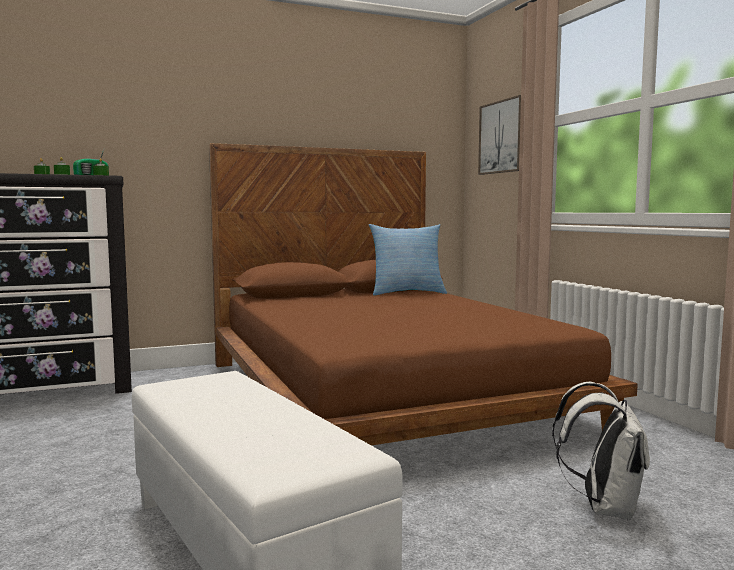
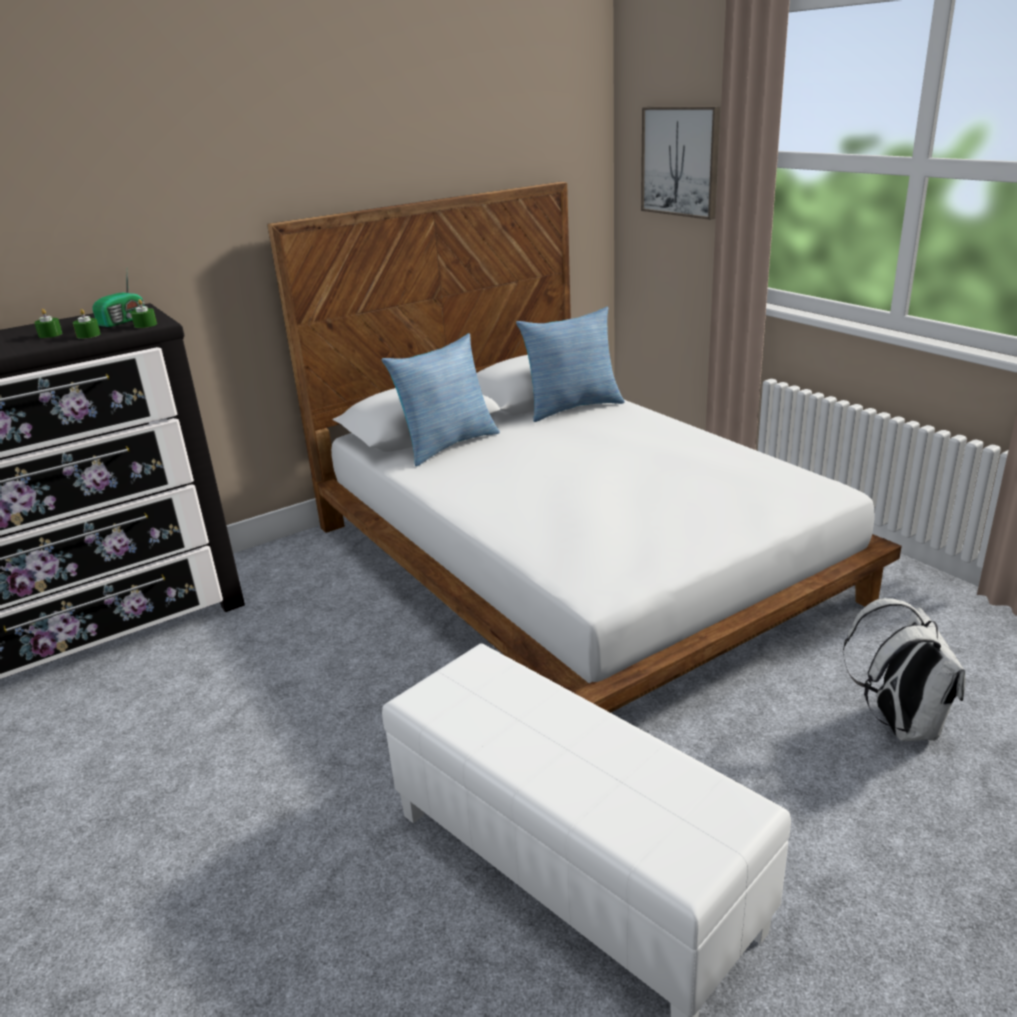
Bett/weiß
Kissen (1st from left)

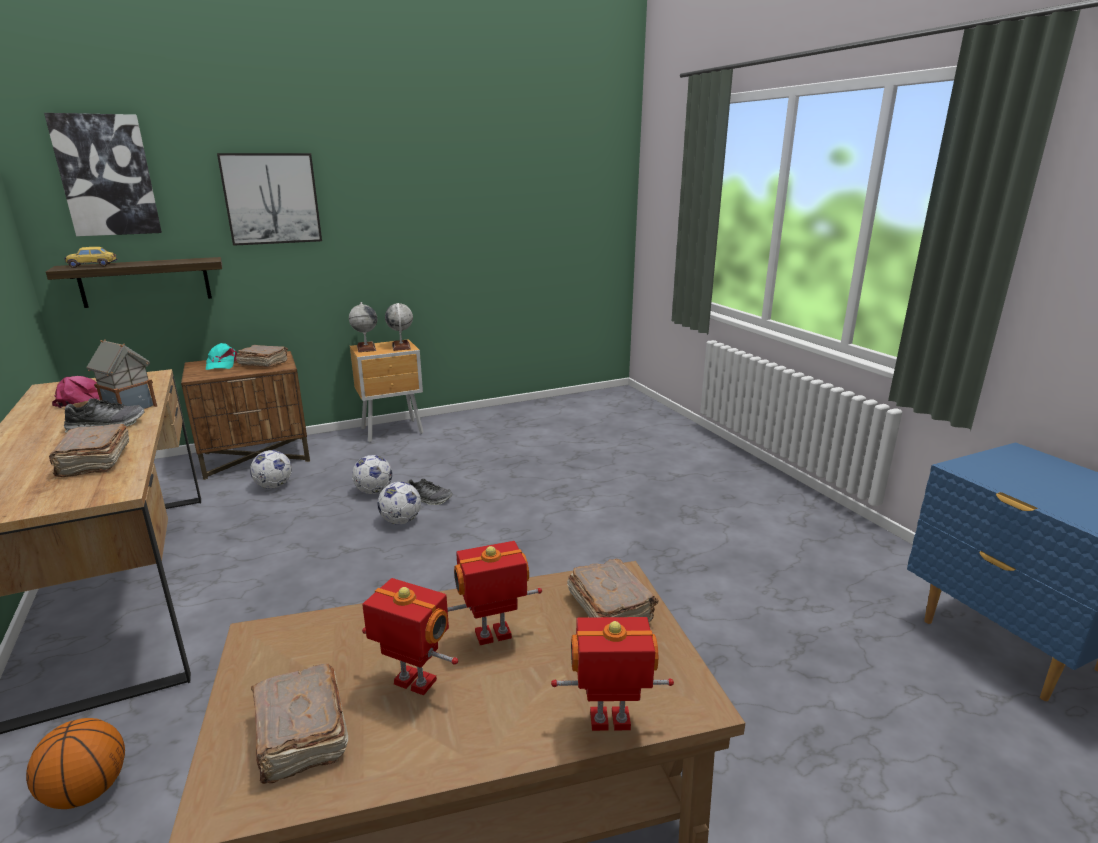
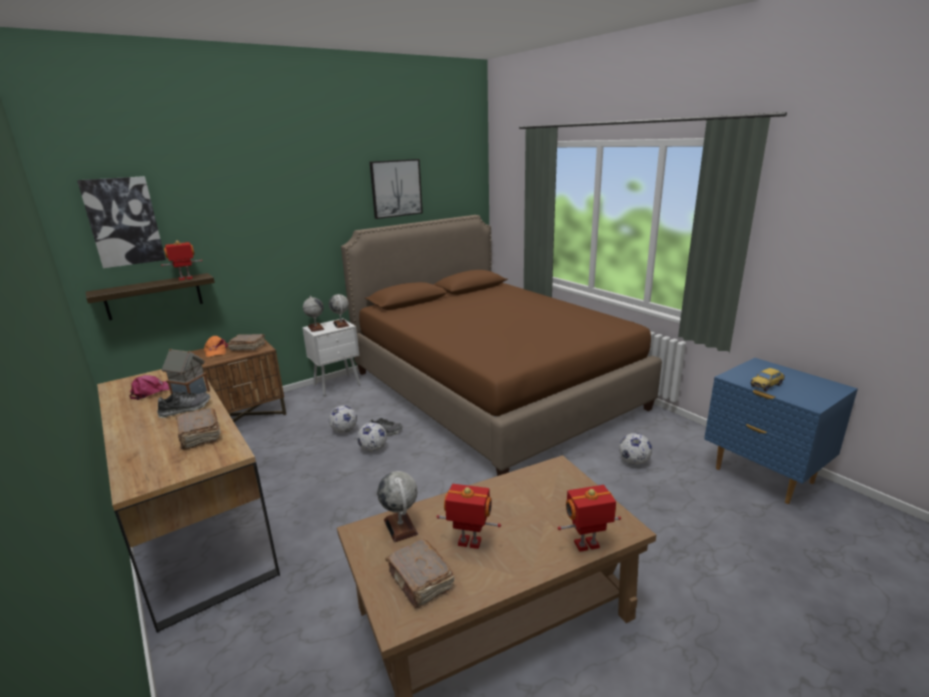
Spielzeugroboter (1st from left)
Kappe/orange
Nachttisch/weiß
Bett/braun
Bild (2nd from left)
Globus (3rd from left)
Fußball (3rd from left)
Spielzeugauto
Basketball
Buch/braun (4th from left in the first image)

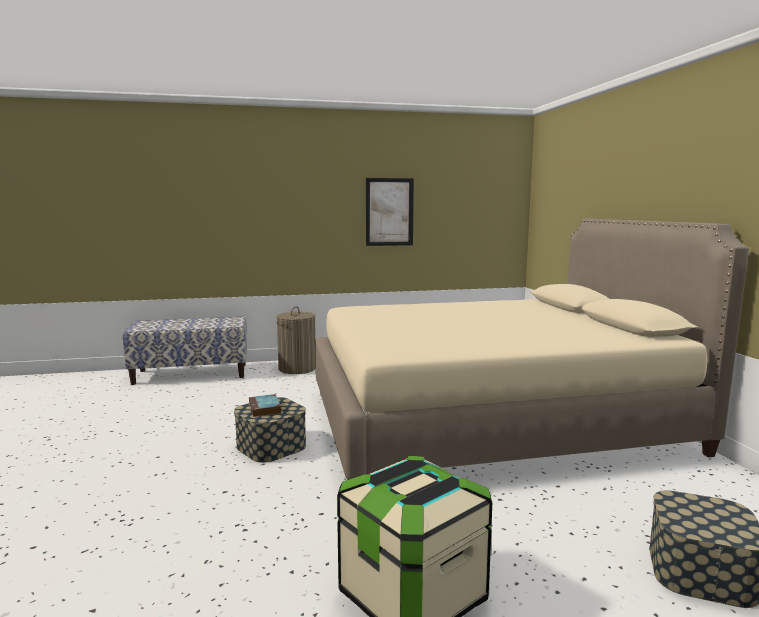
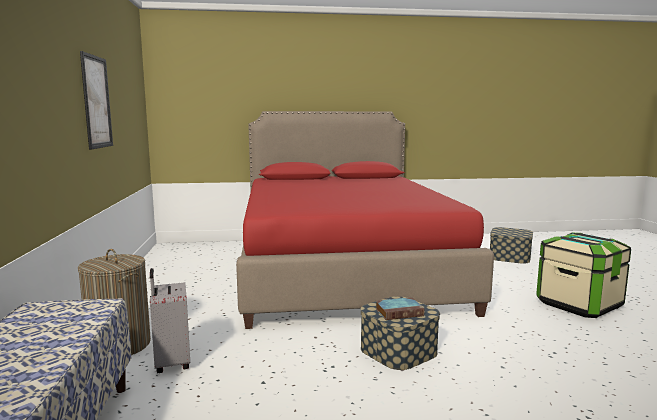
Koffer/grau
Bett/rot

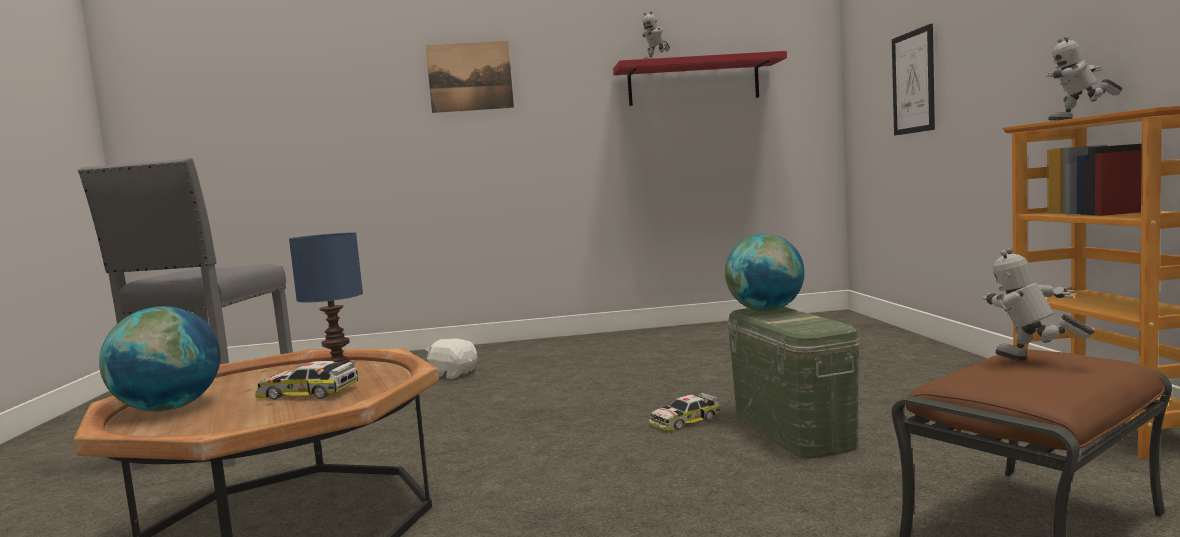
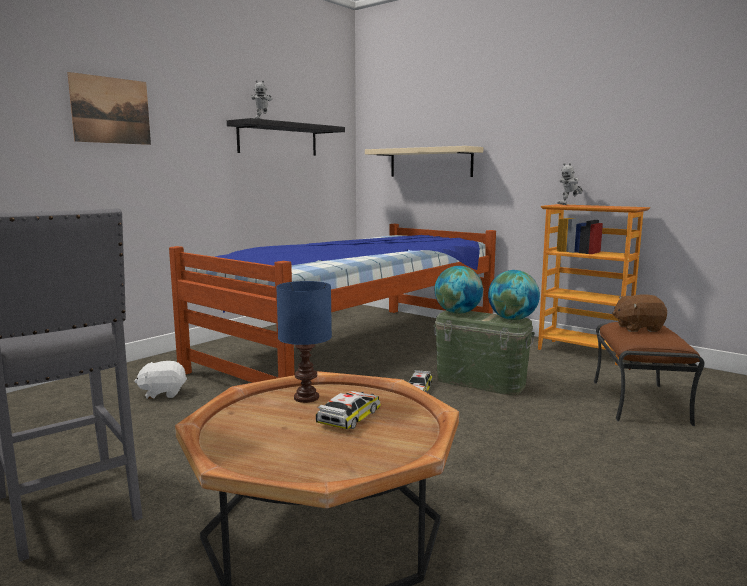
Bett
Wandregal/schwarz
Spielzeugauto (1st from left)
Wandregal/beige
Globus (2nd from left)
Plüschtier/braun

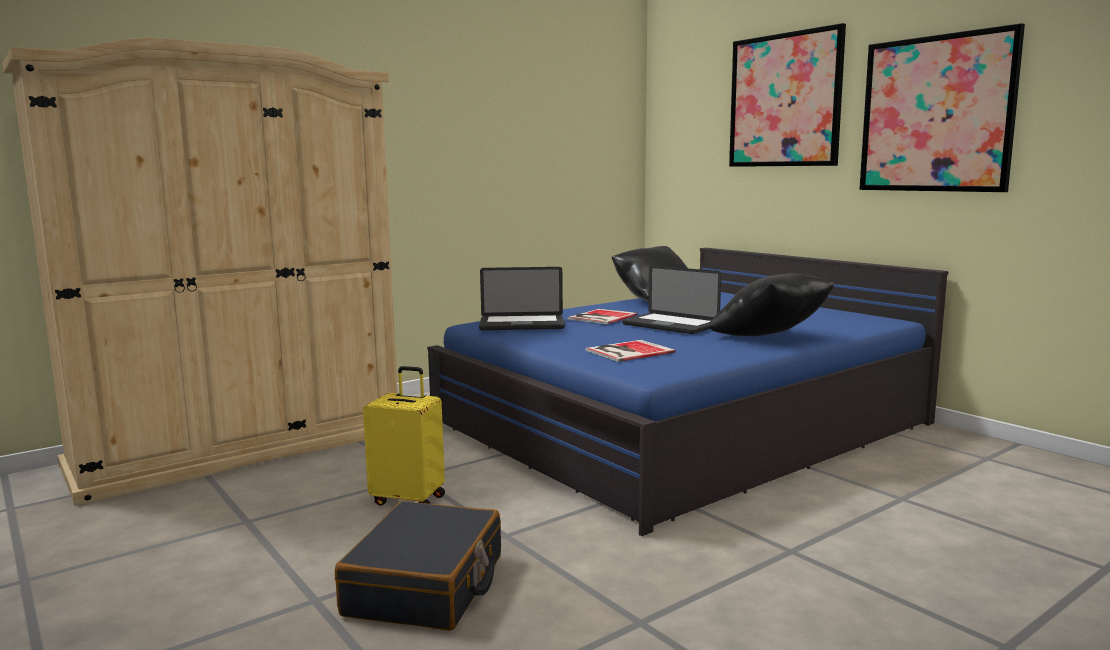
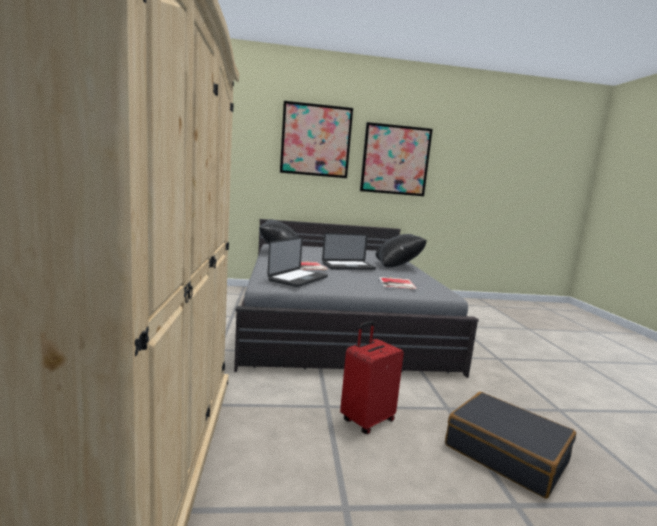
Bett/grau
Koffer/rot

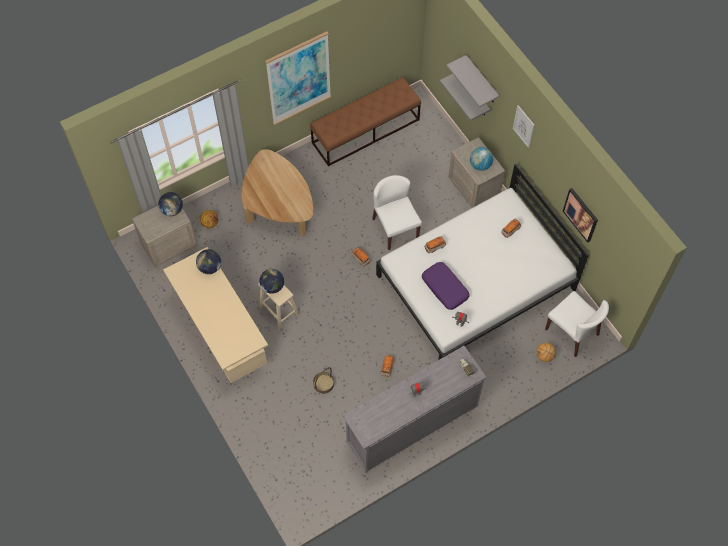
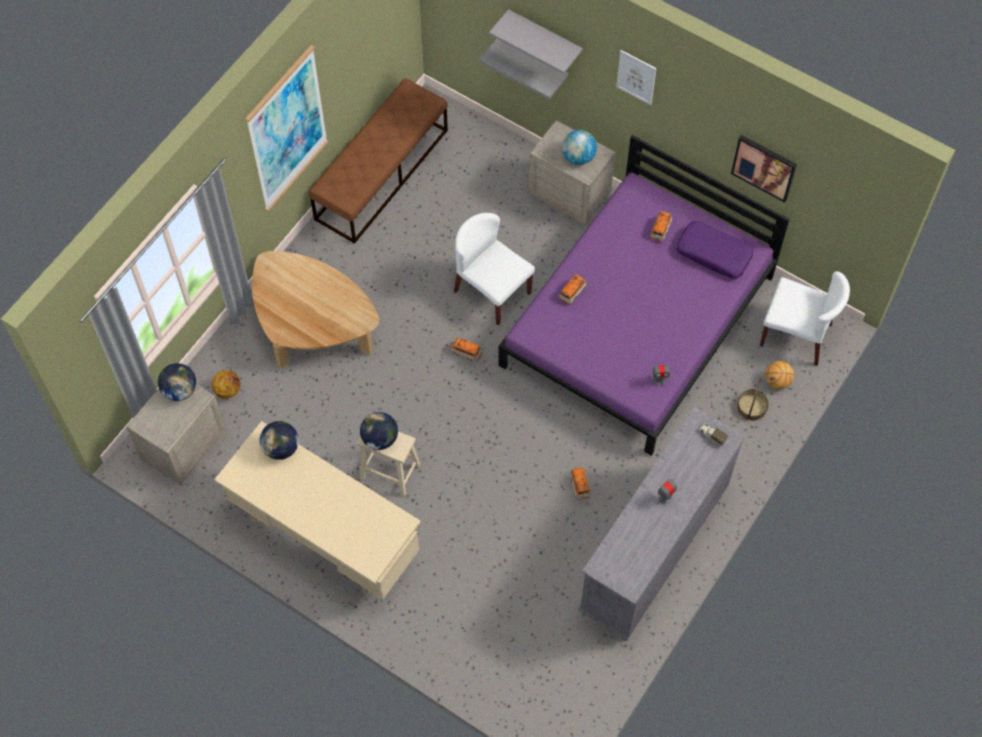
Bett/lila
Kissen/lila
Korb

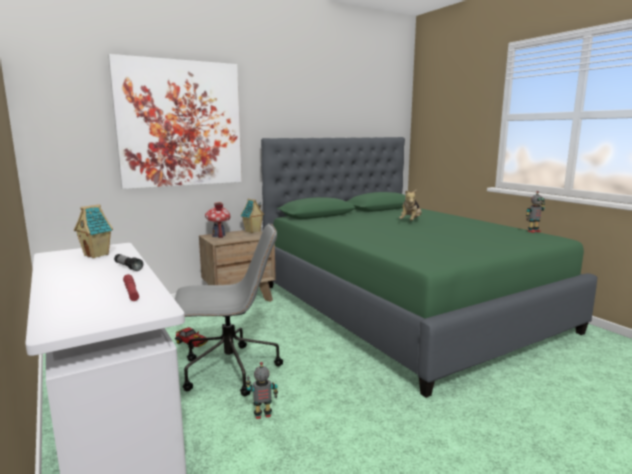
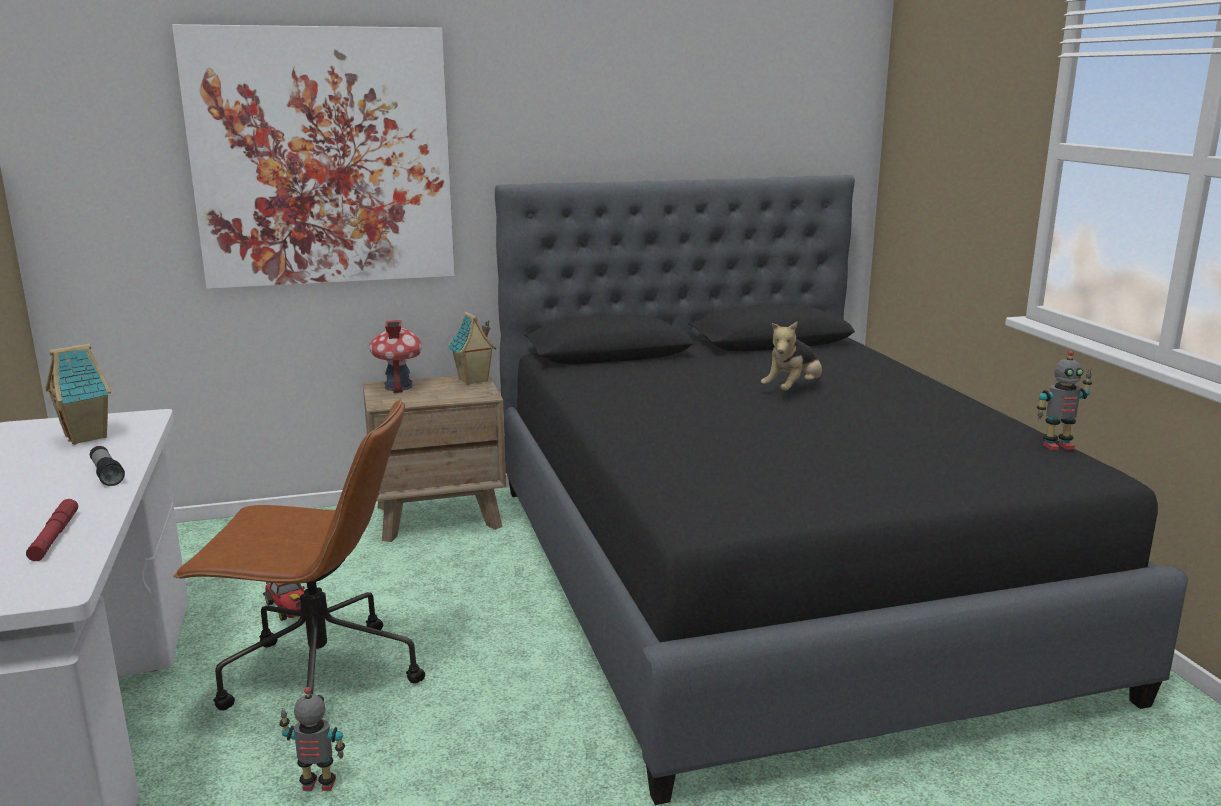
Bürostuhl/braun
Bett/schwarz

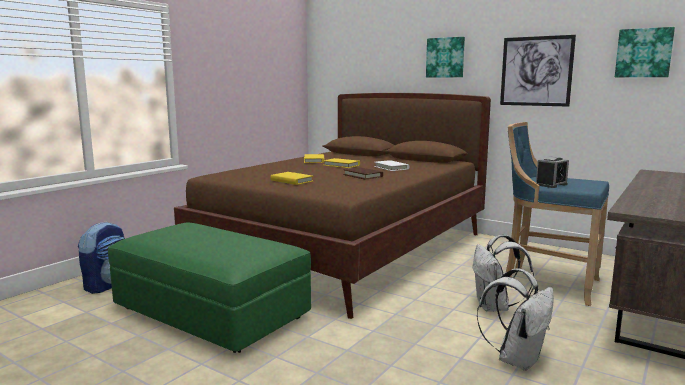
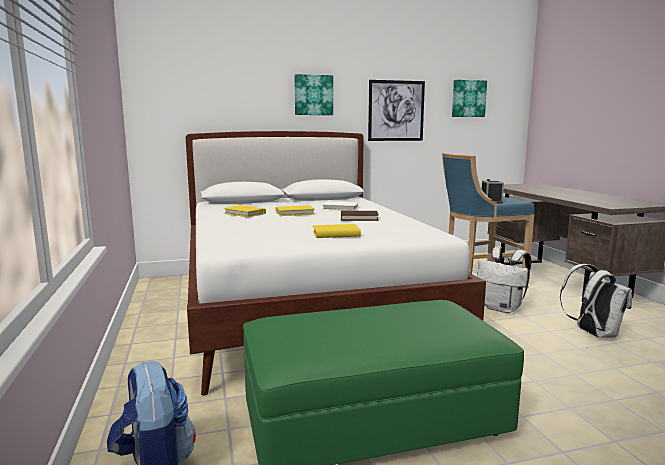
Bett/weiß

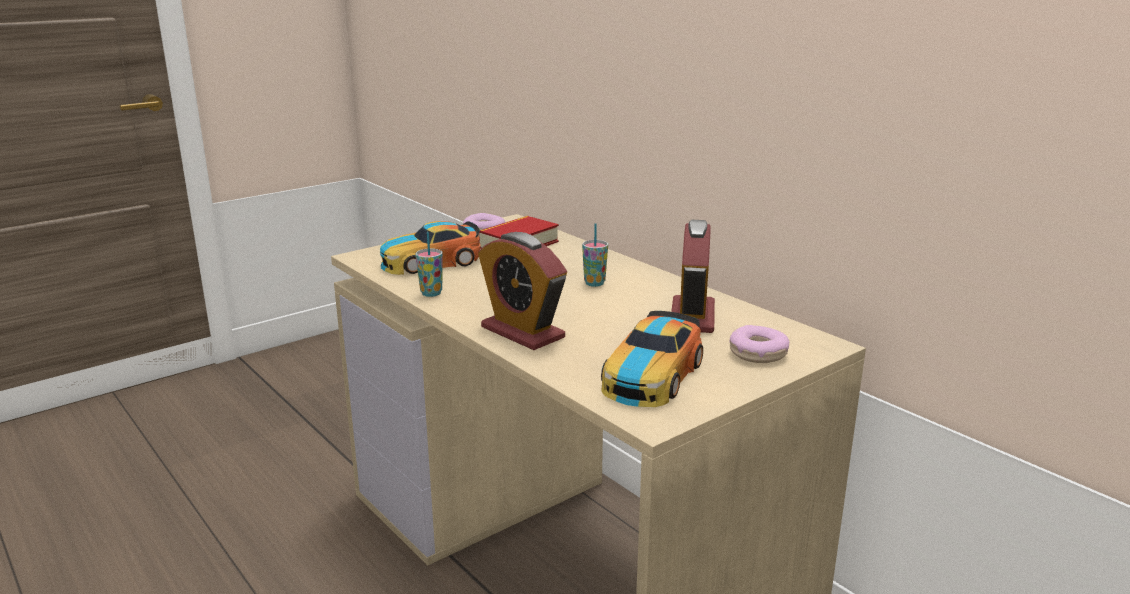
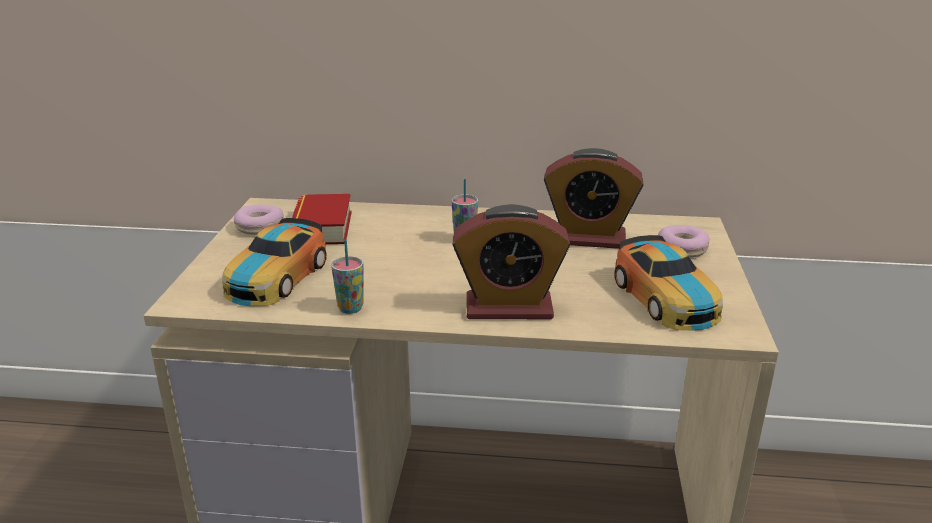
Wecker (2nd from left)

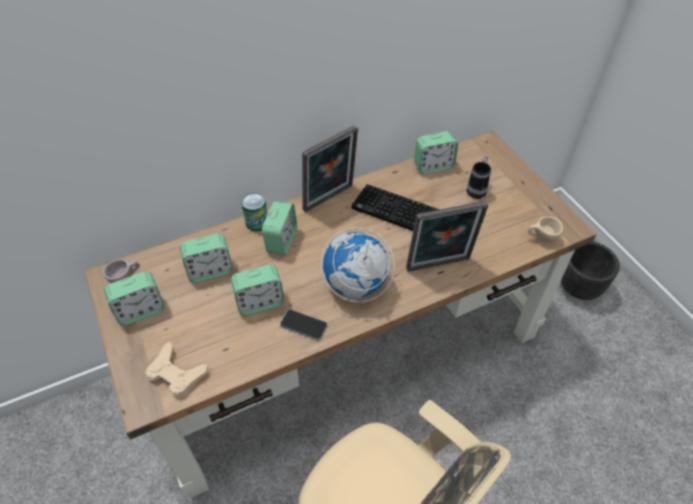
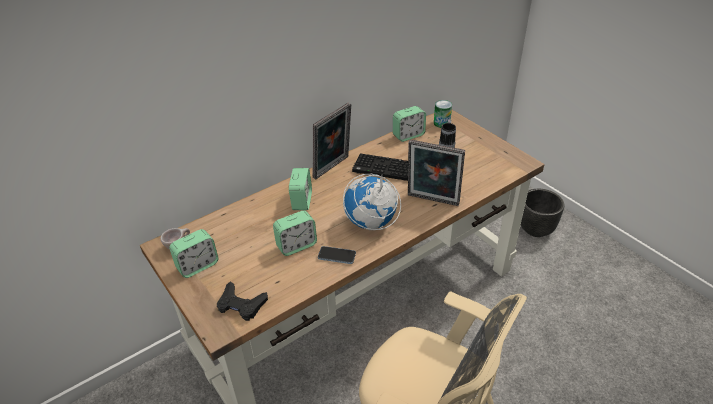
Gamepad/schwarz
Bilderrahmen (2nd from left)
Dose
Wecker (2nd from left in the first image)
Tasse/beige (2nd from left in the first image)

